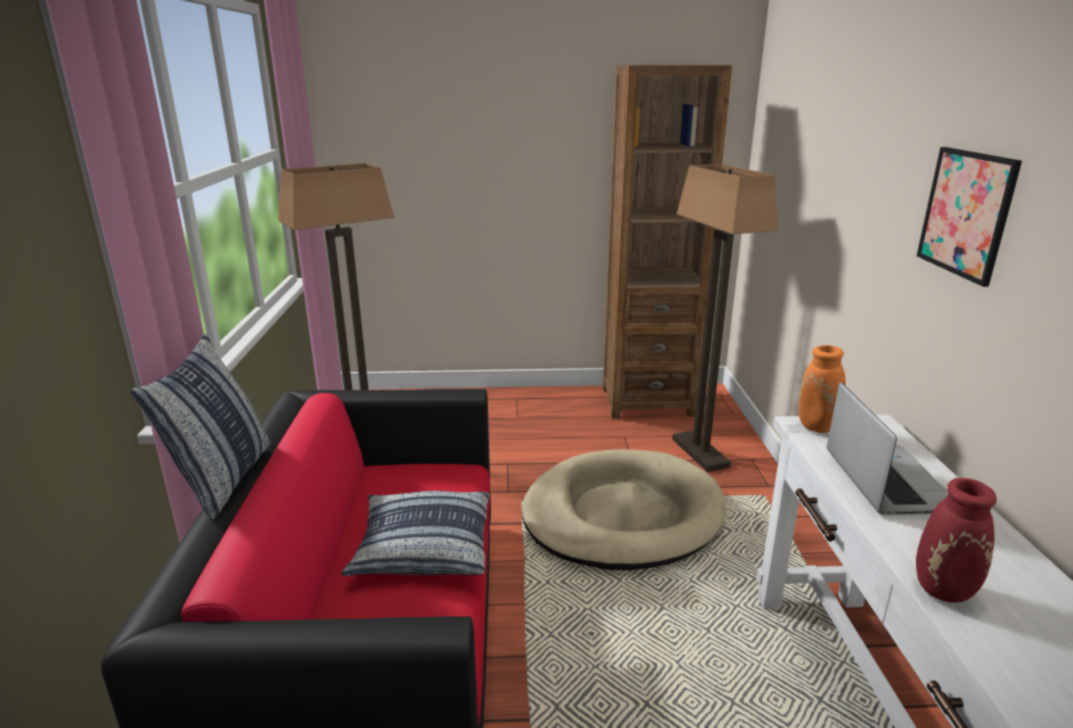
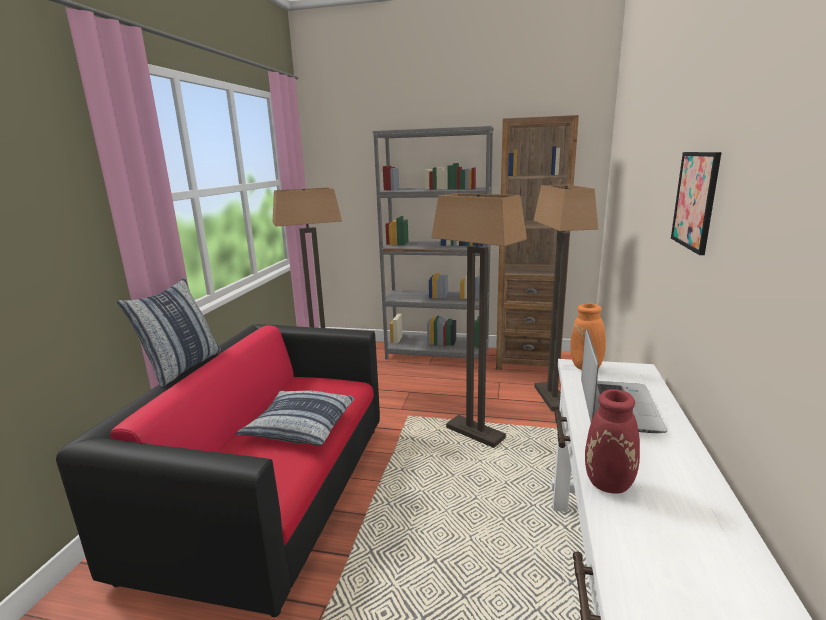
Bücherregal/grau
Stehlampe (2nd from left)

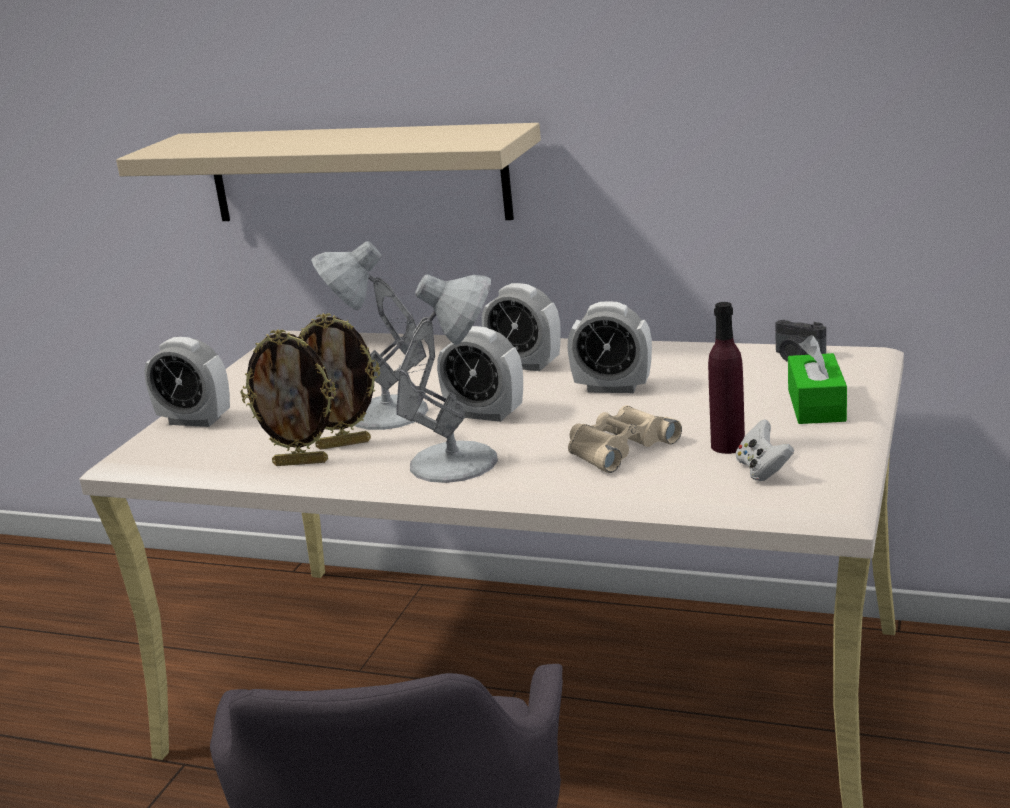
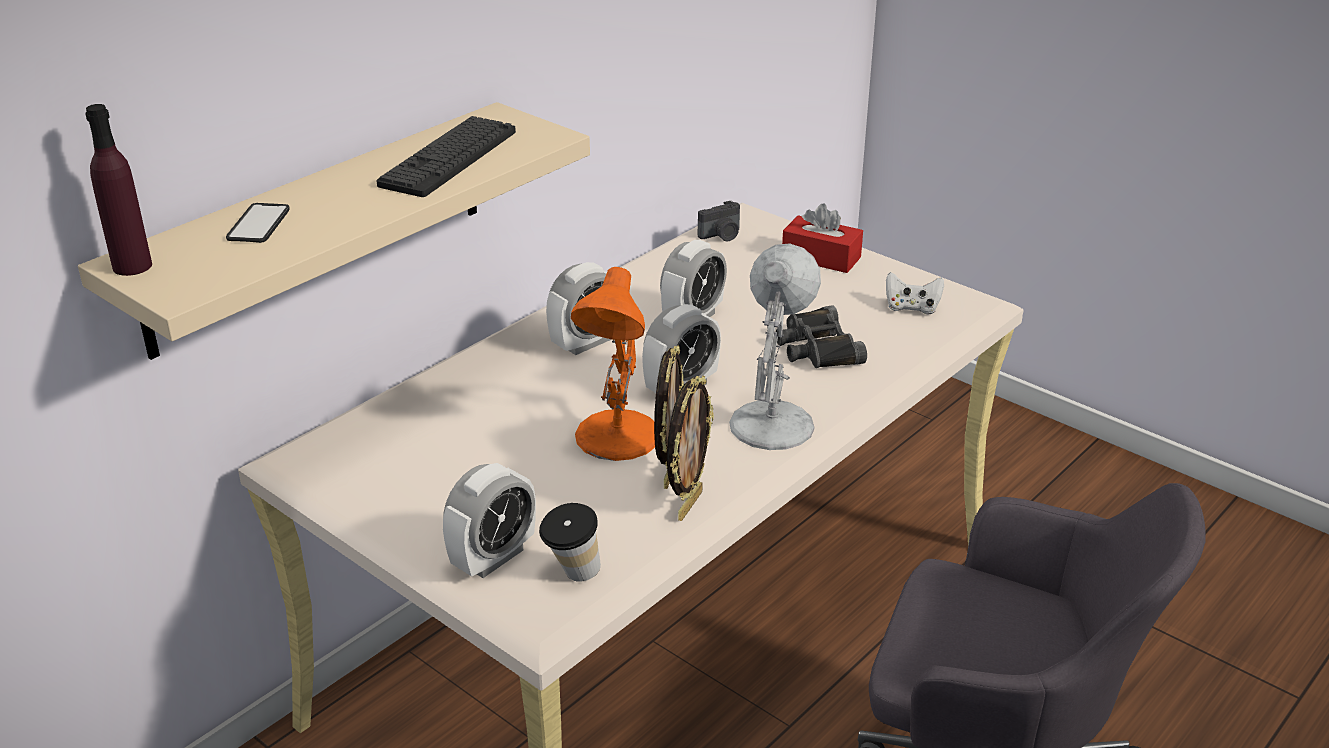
Flasche/lila
Handy
Tastatur
Tasse
Tischlampe/orange
Fernglas/schwarz
Taschentuchbox/rot

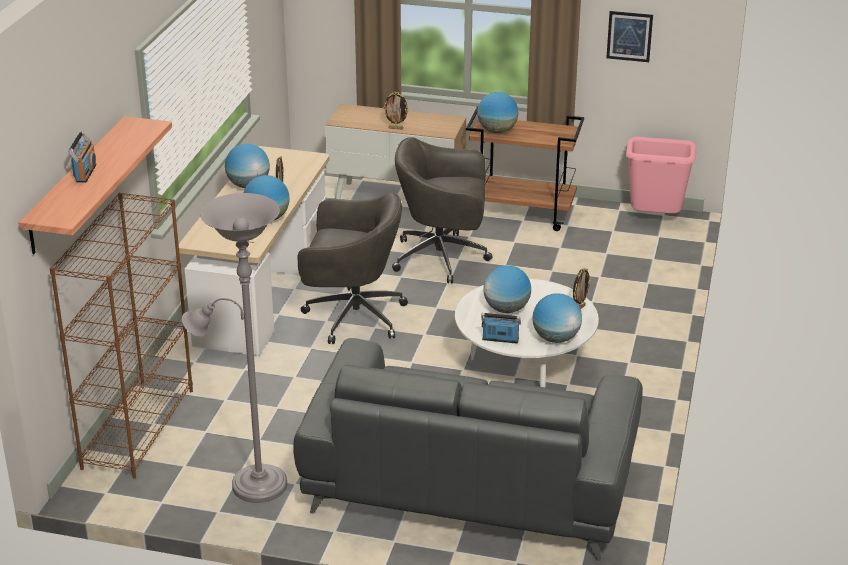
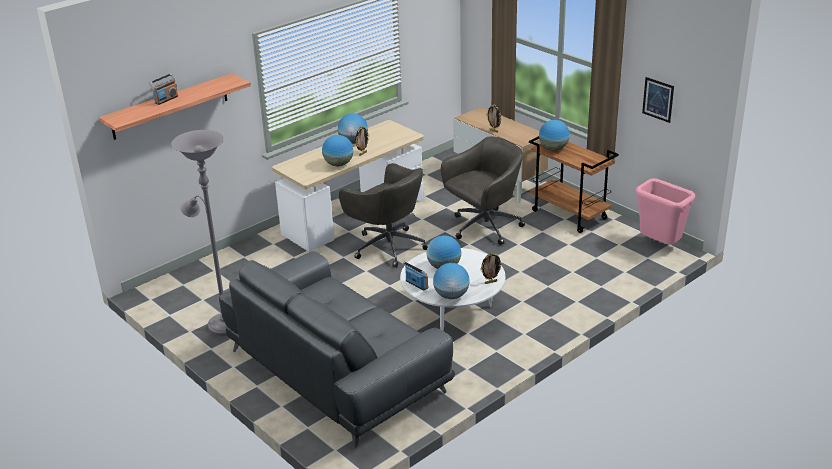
Bürostuhl/grau (2nd from left)
Bücherregal/braun

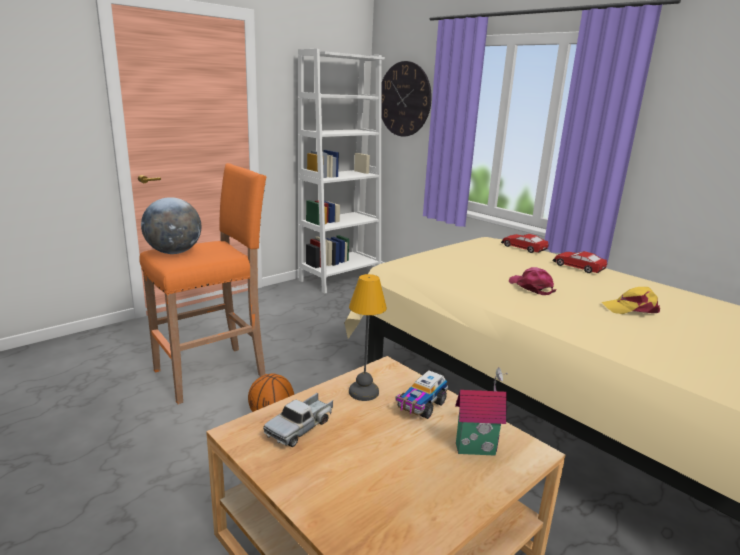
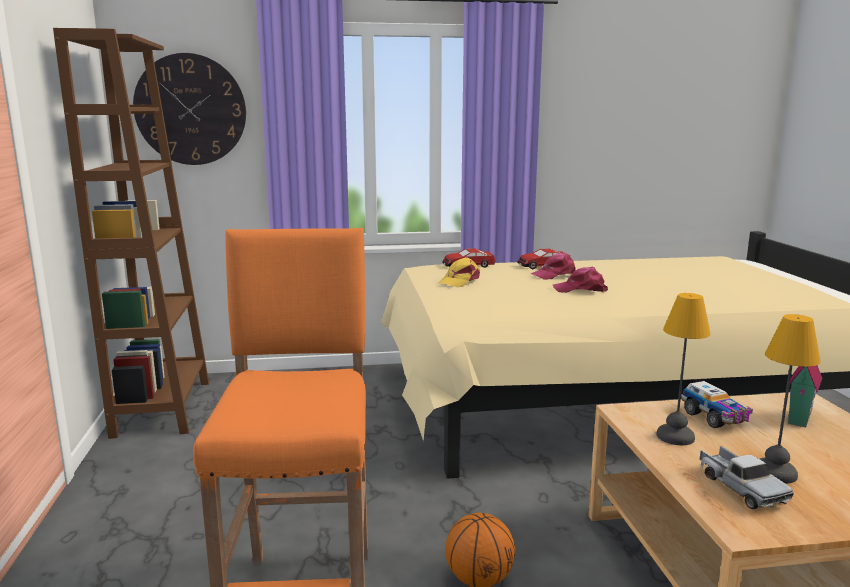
Bücherregal/braun
Kappe/gelb
Kappe/rosa (1st from left)
Tischlampe (2nd from left)
Globus

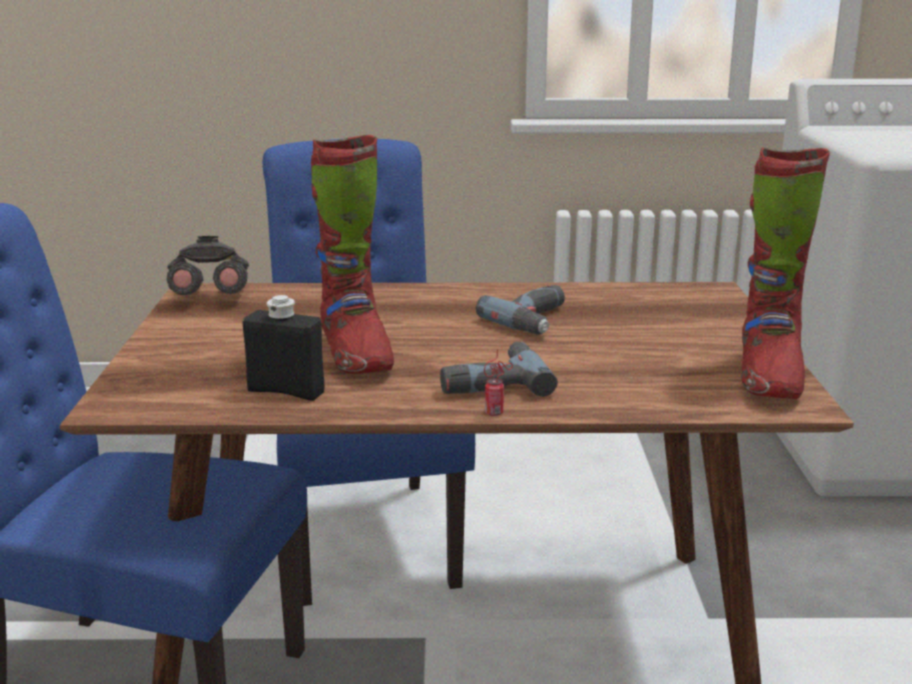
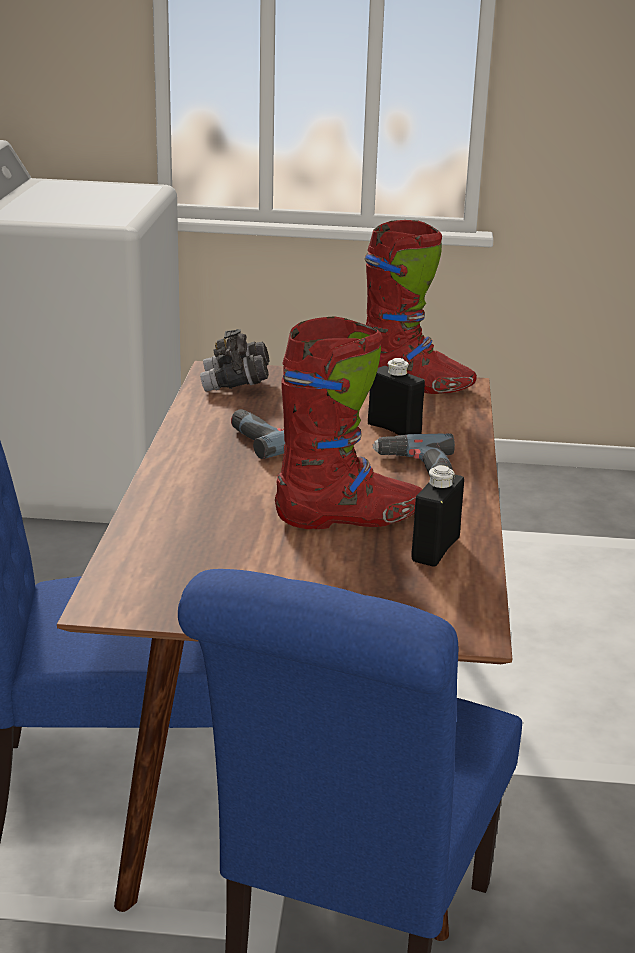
Fernglas/grau
Flasche/schwarz (1st from left)
Dose

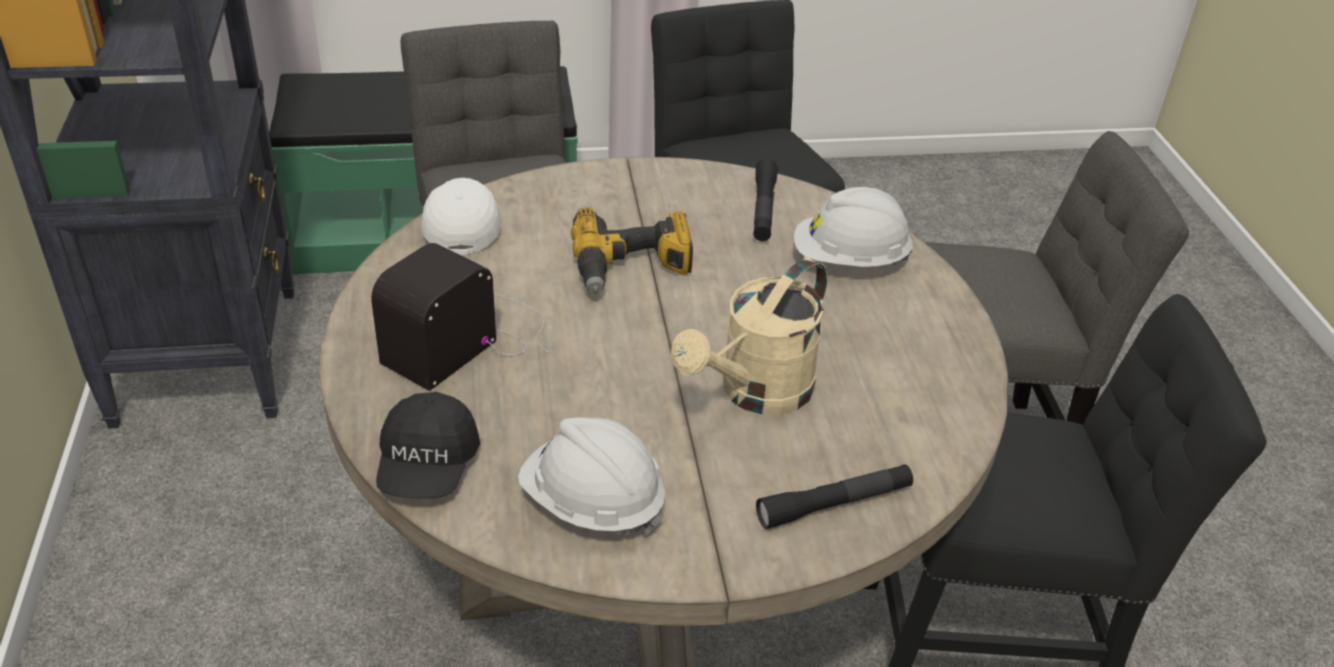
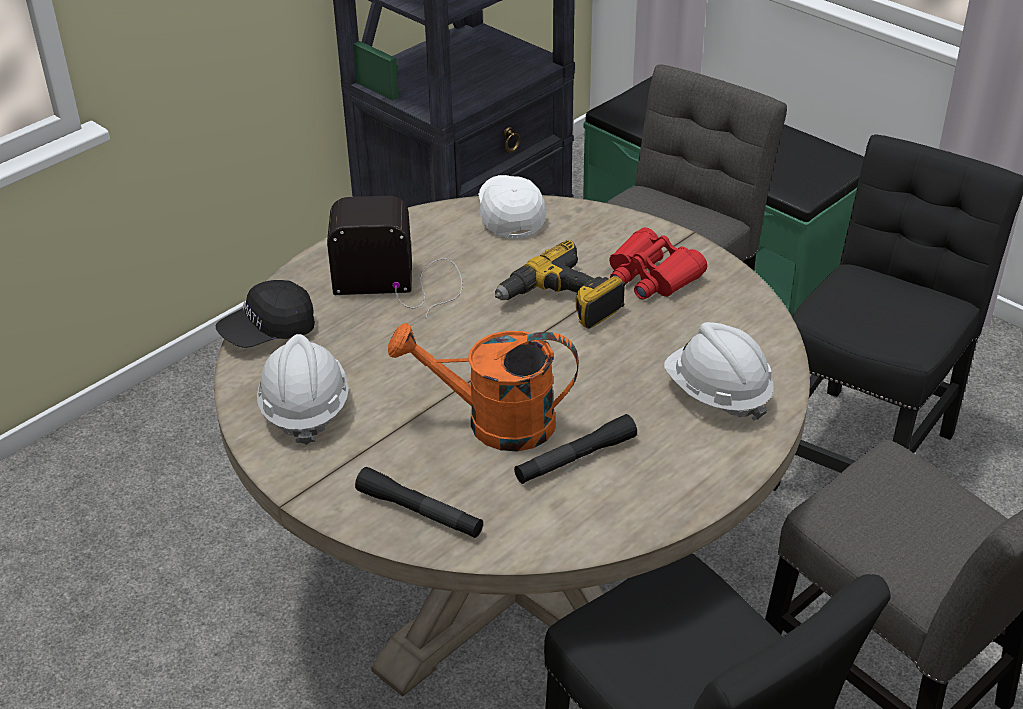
Gießkanne/orange
Kappe/weiß
Taschenlampe/schwarz (2nd from left)
Fernglas/rot

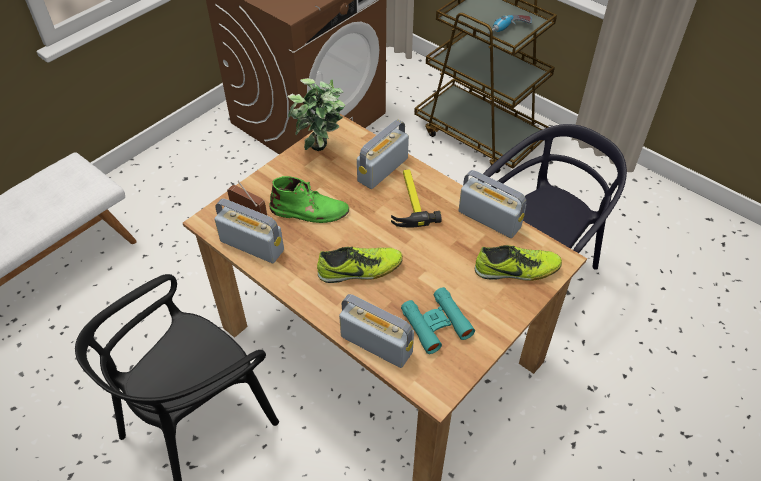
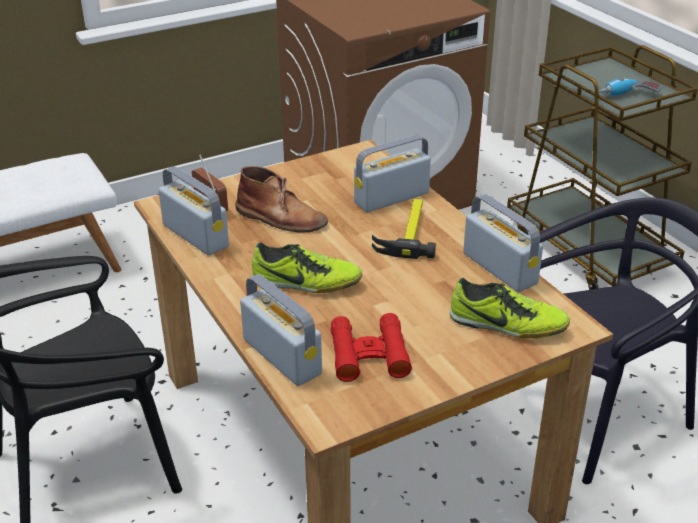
Stiefel/braun
Fernglas/rot
Topfpflanze

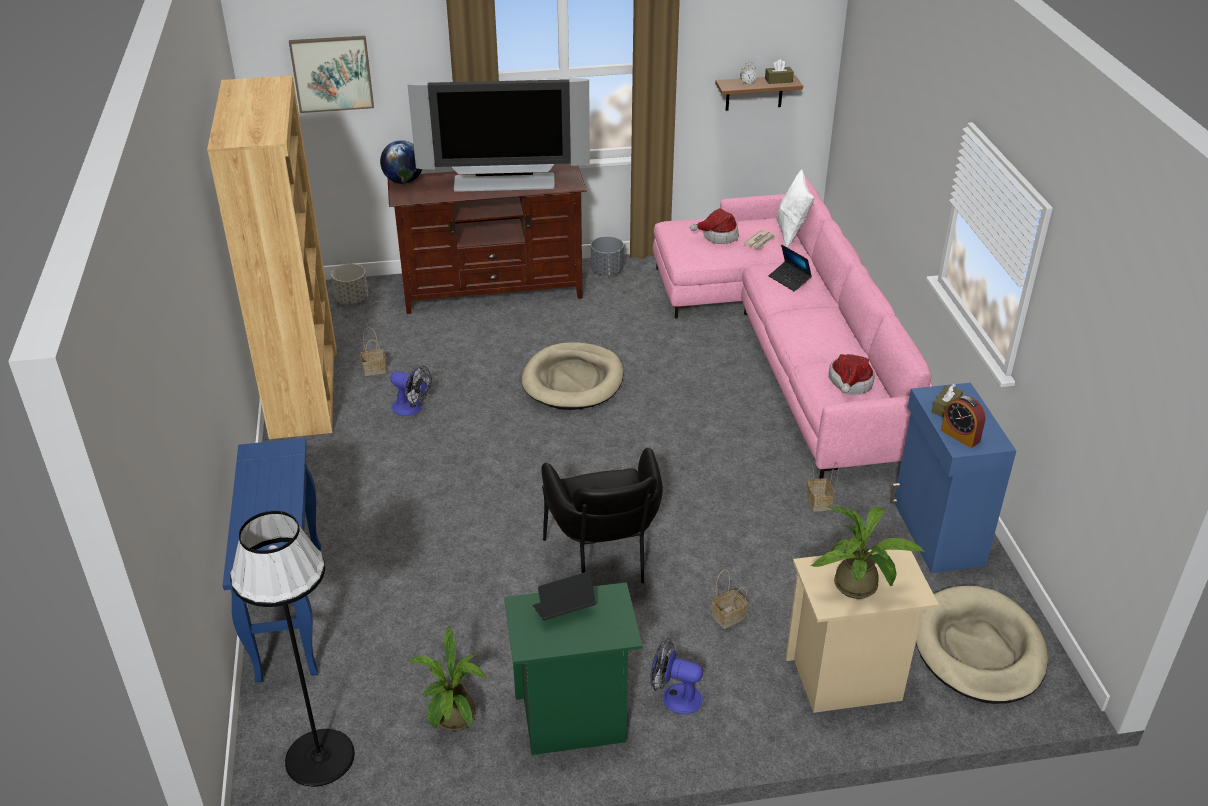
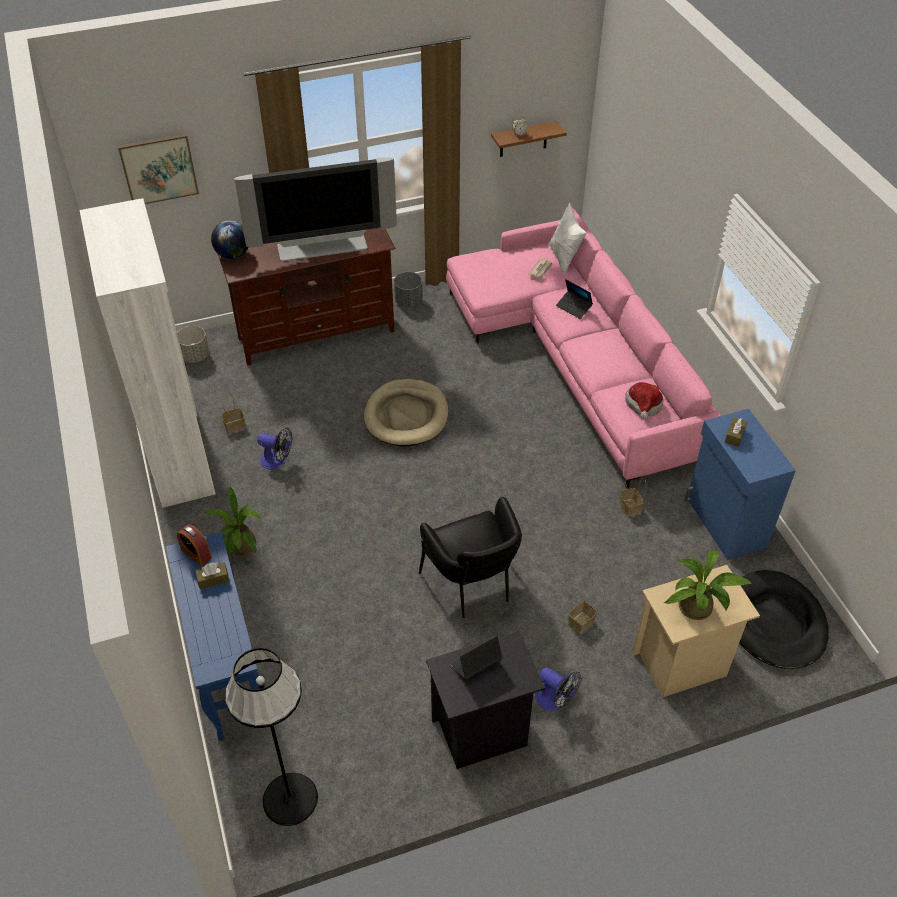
Bücherregal/weiß
Wecker (1st from left)
Taschentuchbox/braun (1st from left)
Topfpflanze (1st from left)
Nachttisch/schwarz
Ventilator (2nd from left)
Hundebett/schwarz
Hut (1st from left in the first image)

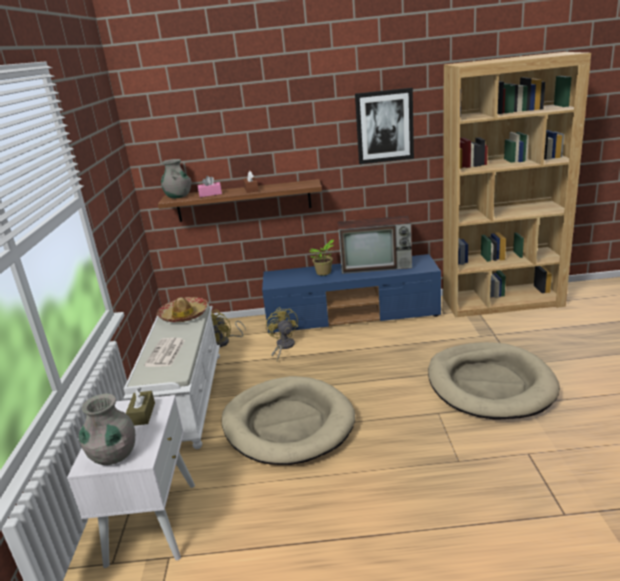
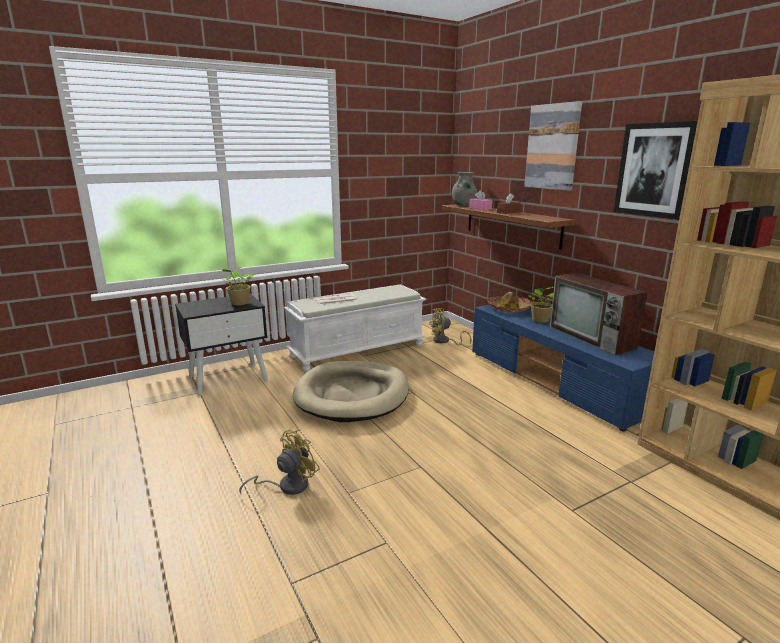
Nachttisch/schwarz
Topfpflanze (1st from left)
Ventilator/gelb (1st from left)
Hut
Bild (1st from left)
Vase/grau (1st from left in the first image)
Hundebett/beige (2nd from left in the first image)

